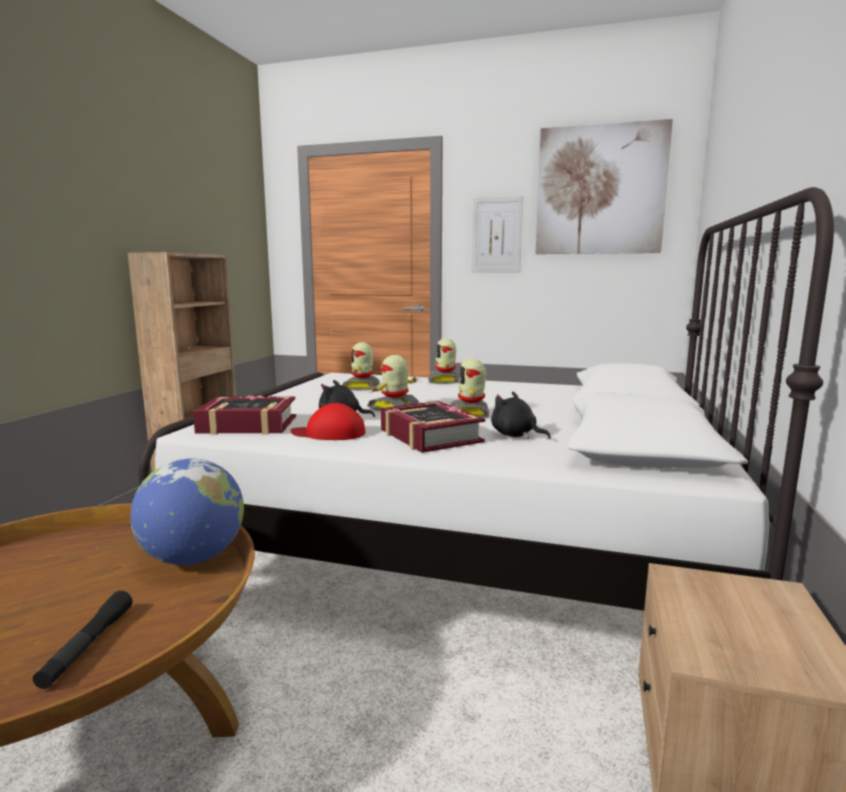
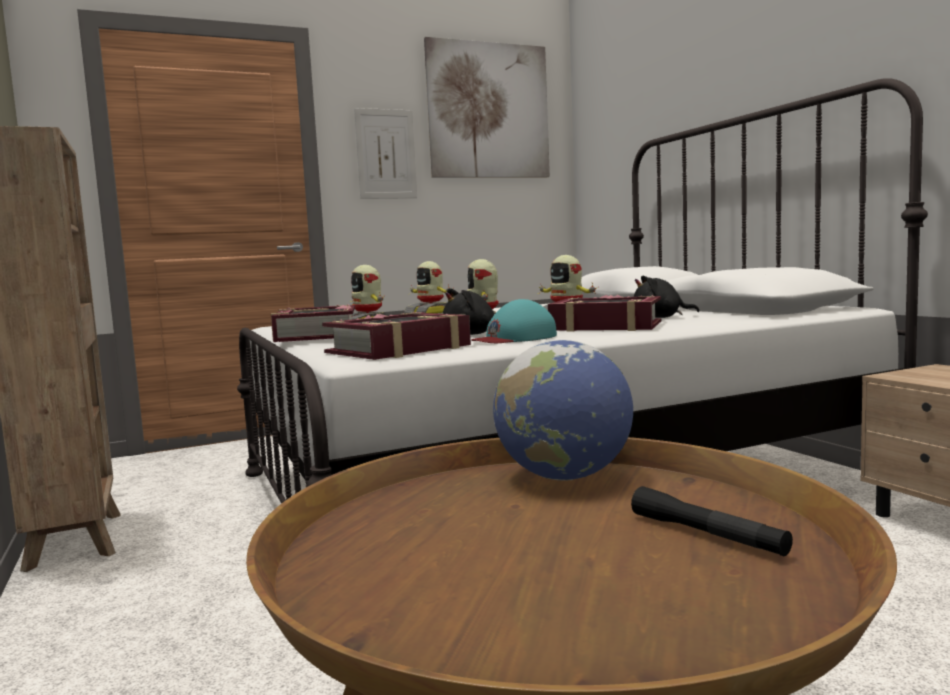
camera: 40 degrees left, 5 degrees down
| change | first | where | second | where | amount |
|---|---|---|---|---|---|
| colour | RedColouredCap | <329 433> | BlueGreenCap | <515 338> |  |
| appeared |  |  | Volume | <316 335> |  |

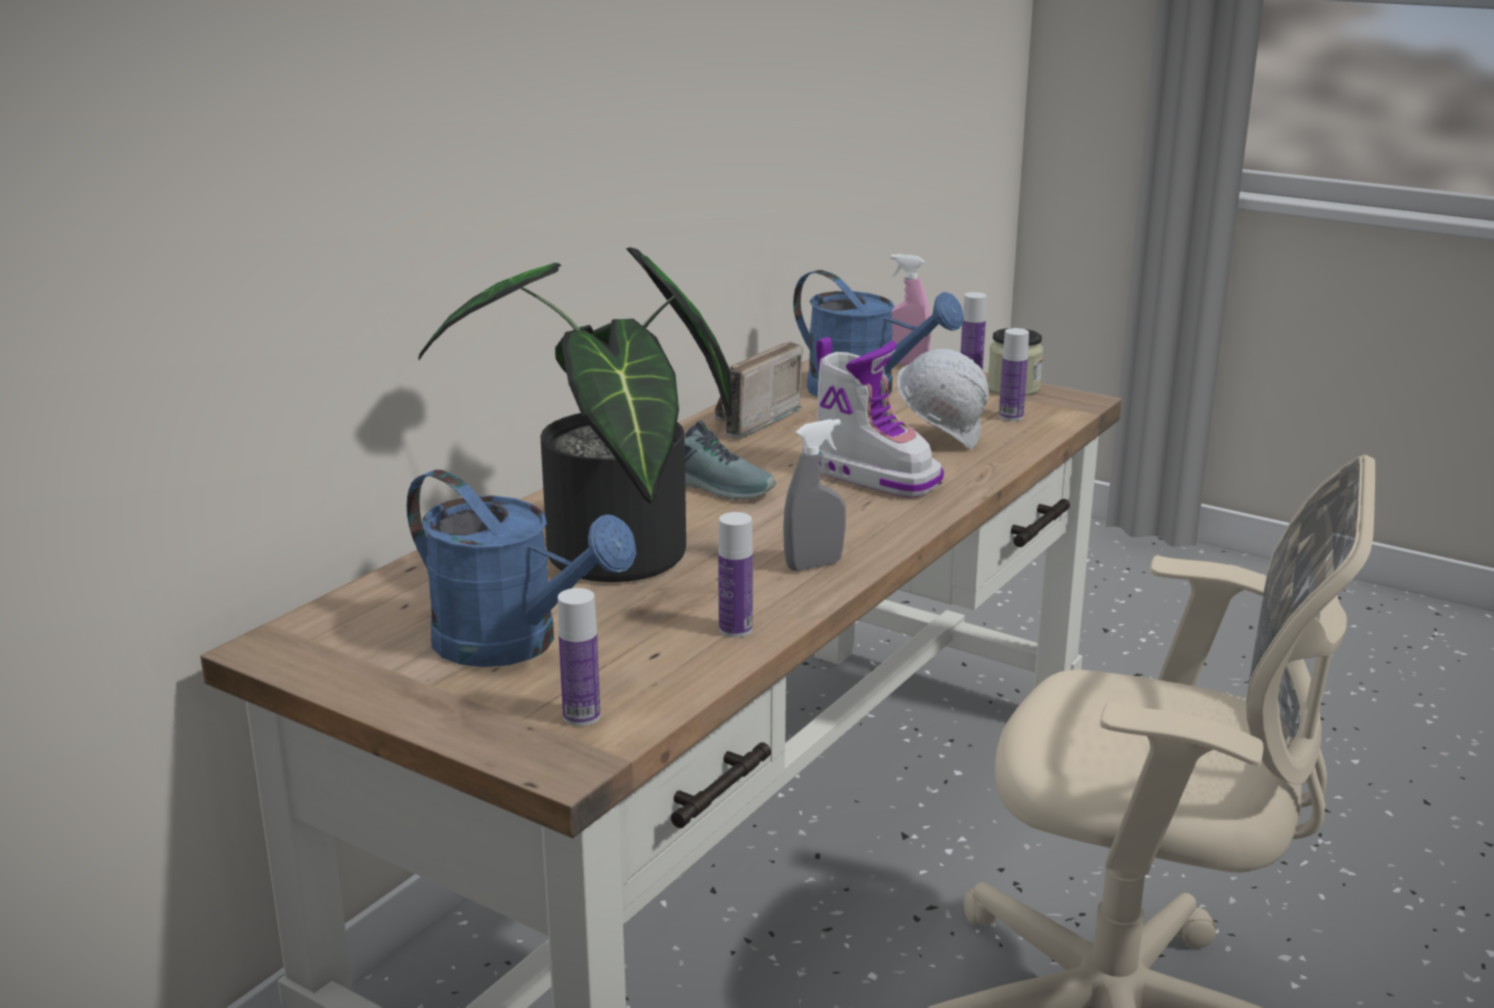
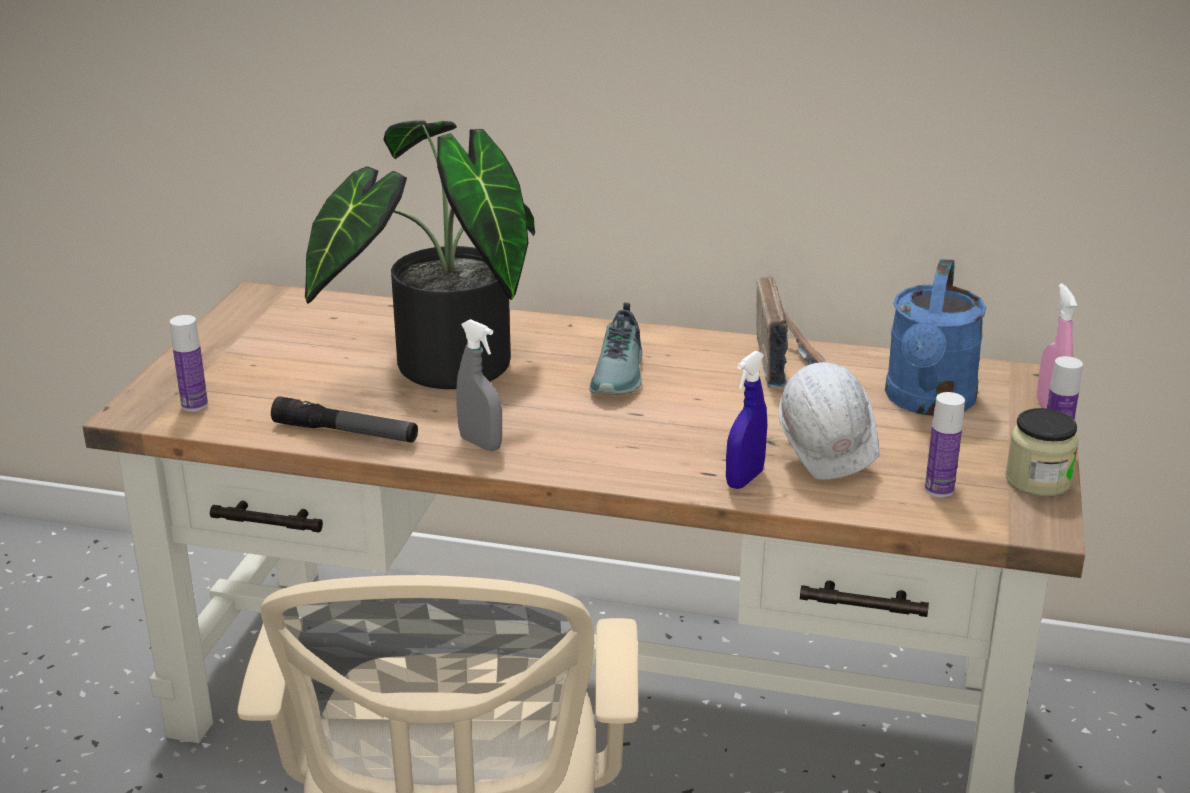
camera: 70 degrees right, 5 degrees up
| change | first | where | second | where | amount |
|---|---|---|---|---|---|
| missing | BluishSprinklingCan | <513 644> |  |  |  |
| spun | Radio | <748 422> |  | <786 362> | 75 degrees clockwise |
| exchanged | DrinkBottle | <735 629> | Torch | <345 432> |  |
| missing | HighTopBoot | <871 474> |  |  |  |
| appeared |  |  | BluishSprayBottle | <744 479> |  |

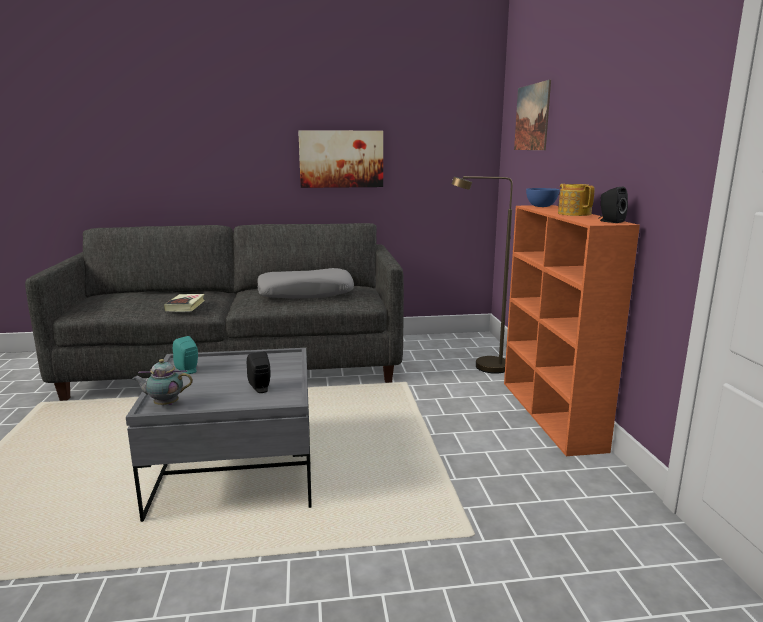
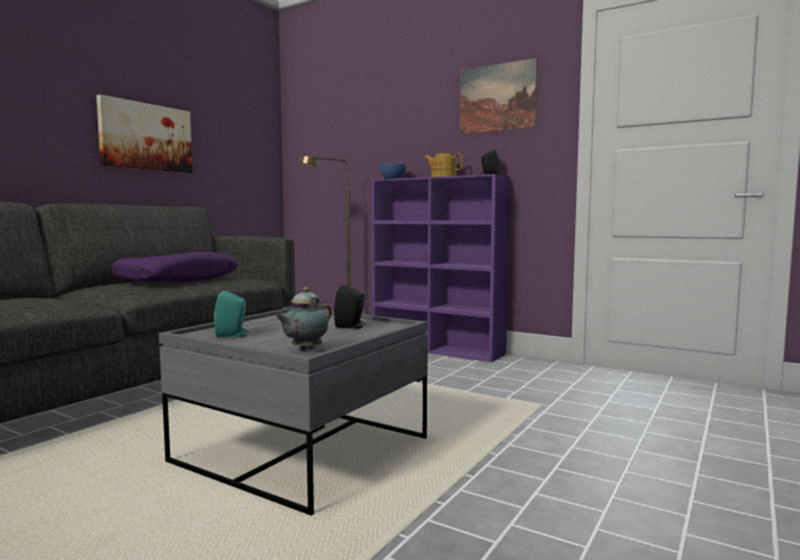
camera: 50 degrees left, 10 degrees down
| change | first | where | second | where | amount |
|---|---|---|---|---|---|
| missing | Volume | <185 306> |  |  |  |
| colour | GreyishThrowPillow | <306 293> | PurplishThrowPillow | <178 280> |  |
| colour | OrangeBookcase | <551 414> | PurplishBookcase | <438 349> |  |
| relocated | WallPicture | <532 117> |  | <497 97> |  |

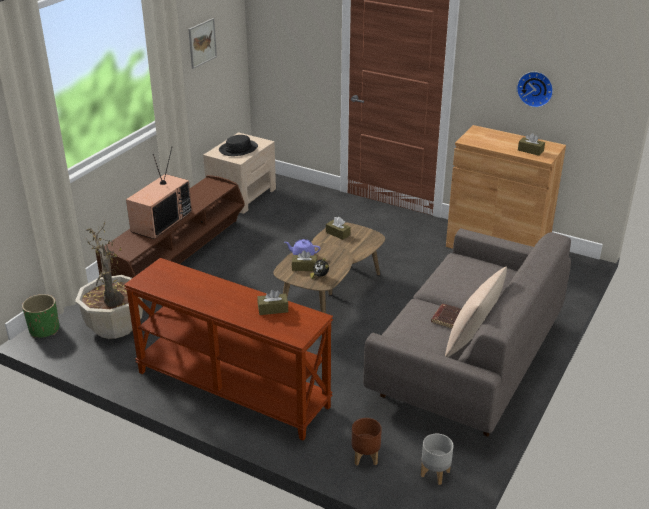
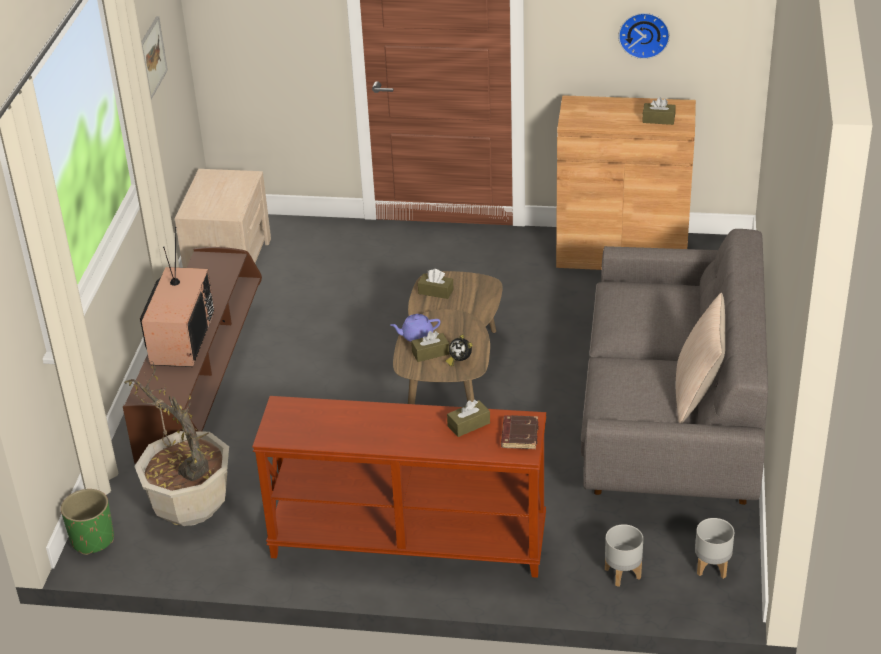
camera: 20 degrees left, 5 degrees up
| change | first | where | second | where | amount |
|---|---|---|---|---|---|
| missing | BlackWearableHat | <238 149> |  |  |  |
| colour | BrownColouredPlanter | <365 456> | GreyishPlanter | <622 573> |  |
| relocated | BrownColouredVolume | <447 318> |  | <519 435> |  |

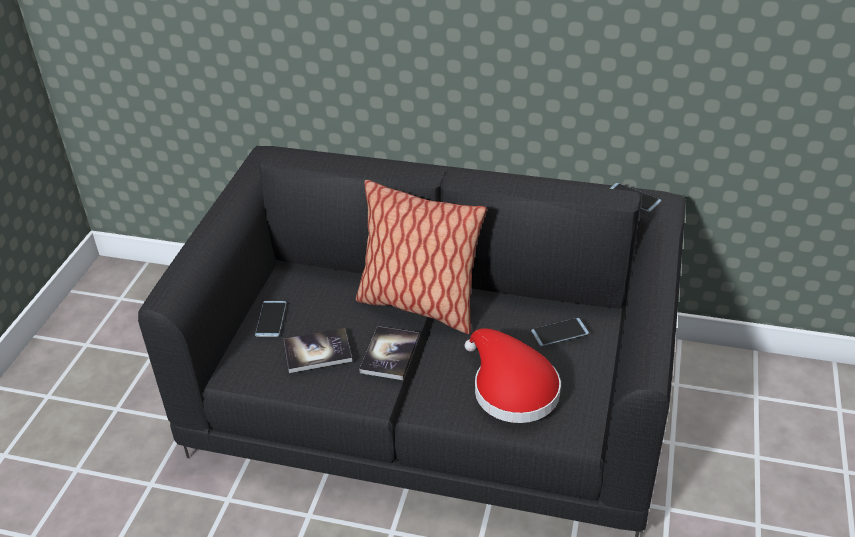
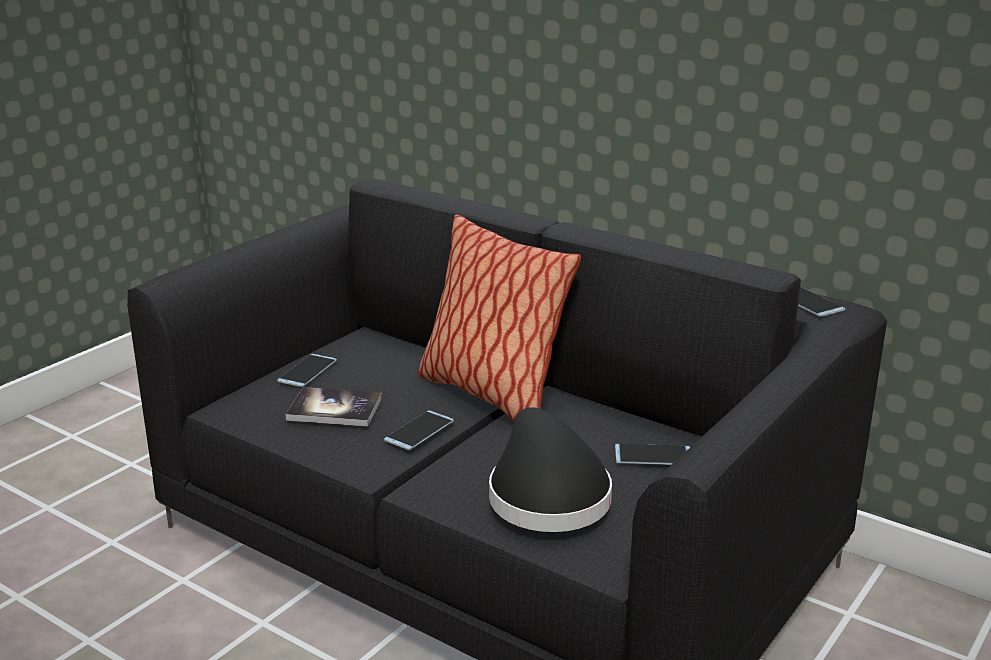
camera: 20 degrees right, 15 degrees down
| change | first | where | second | where | amount |
|---|---|---|---|---|---|
| exchanged | Volume | <390 354> | Handset | <419 431> |  |
| colour | RedColouredWearableHat | <511 388> | BlackWearableHat | <545 495> |  |

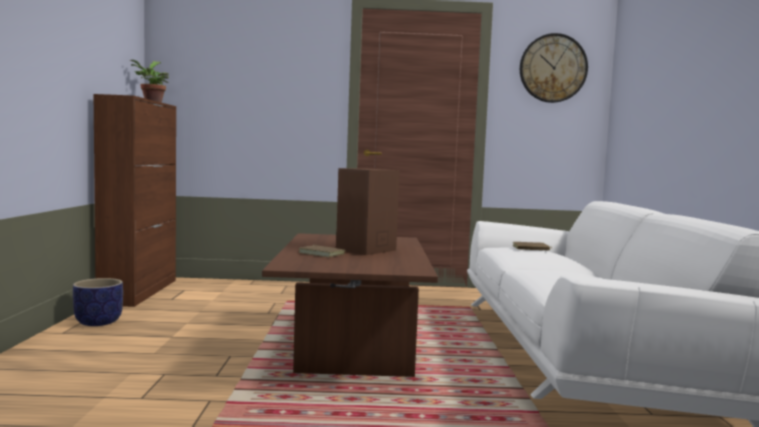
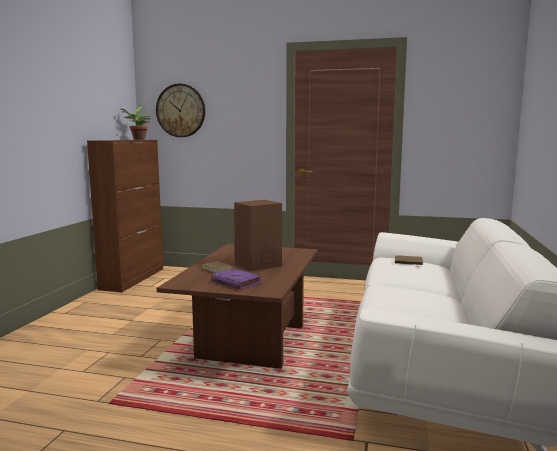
camera: 15 degrees right, 5 degrees up
| change | first | where | second | where | amount |
|---|---|---|---|---|---|
| missing | Planter | <98 322> |  |  |  |
| relocated | ClockOnTheWall | <553 68> |  | <180 110> |  |
| appeared |  |  | PurplishVolume | <237 282> |  |

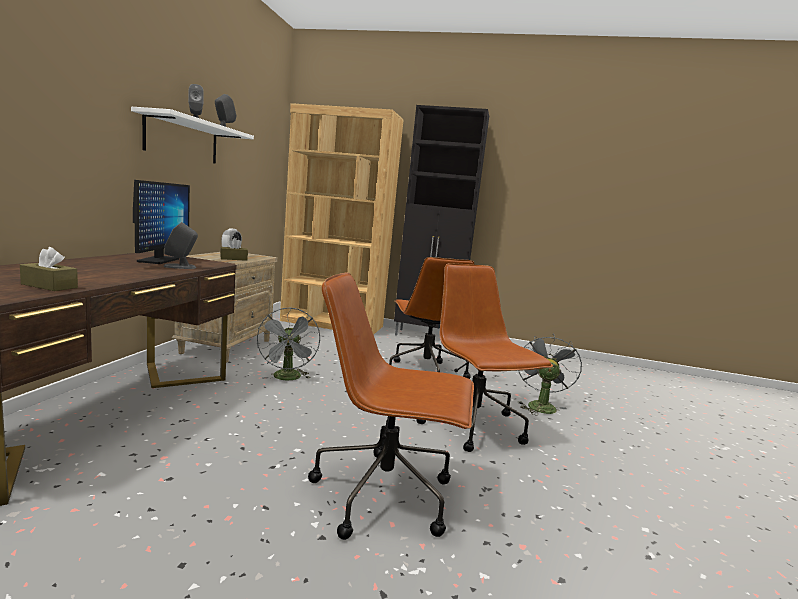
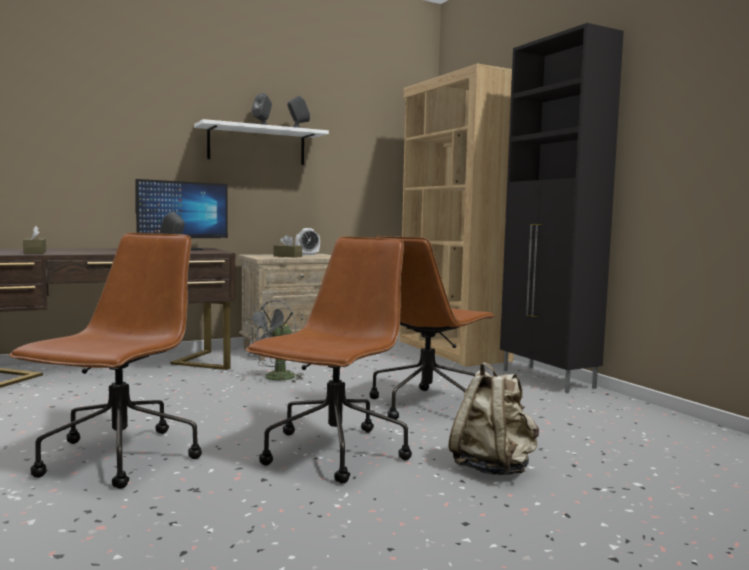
camera: 50 degrees right, 5 degrees down
| change | first | where | second | where | amount |
|---|---|---|---|---|---|
| spun | BrownColouredDeskChair | <386 495> |  | <119 459> | 45 degrees clockwise |
| exchanged | GreyishFan | <540 405> | BeigeColouredBackpack | <493 468> |  |

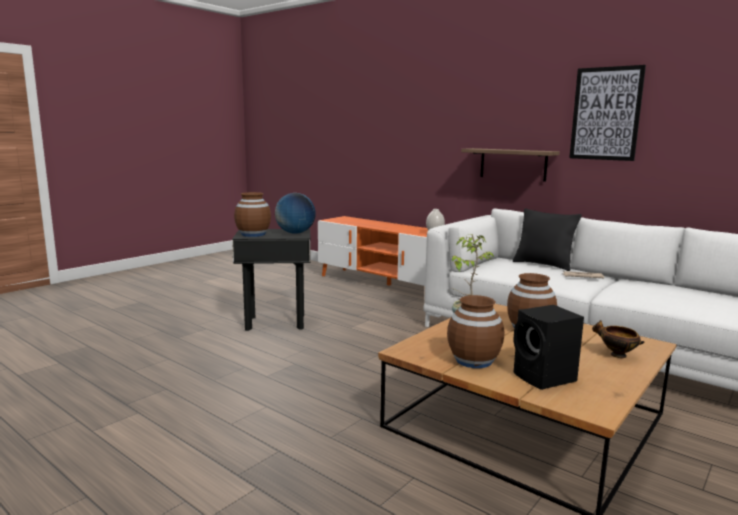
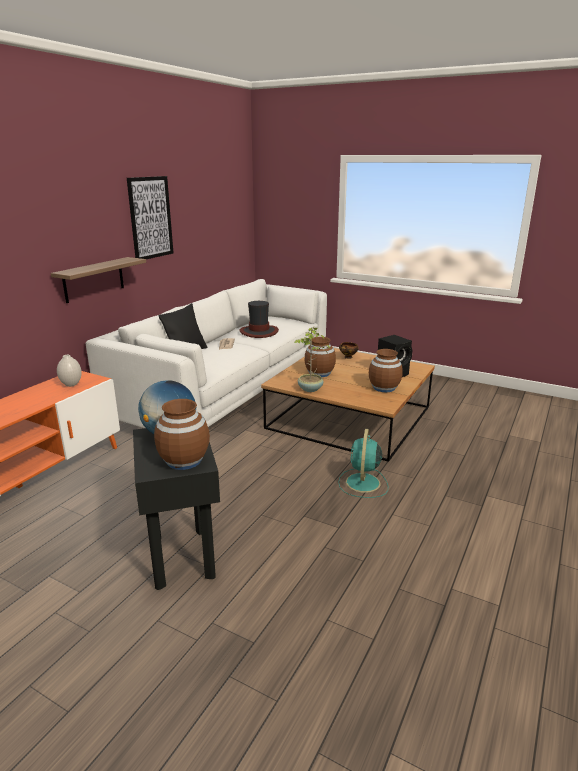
camera: 100 degrees left, 10 degrees up
| change | first | where | second | where | amount |
|---|---|---|---|---|---|
| appeared |  |  | WearableHat | <259 332> |  |
| appeared |  |  | BlueGreenFan | <362 483> |  |

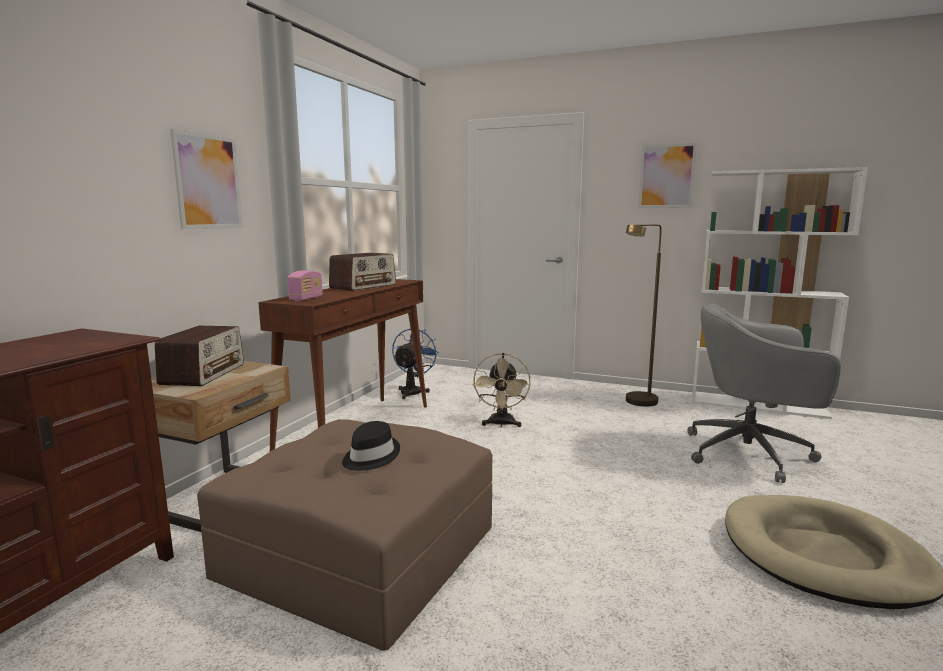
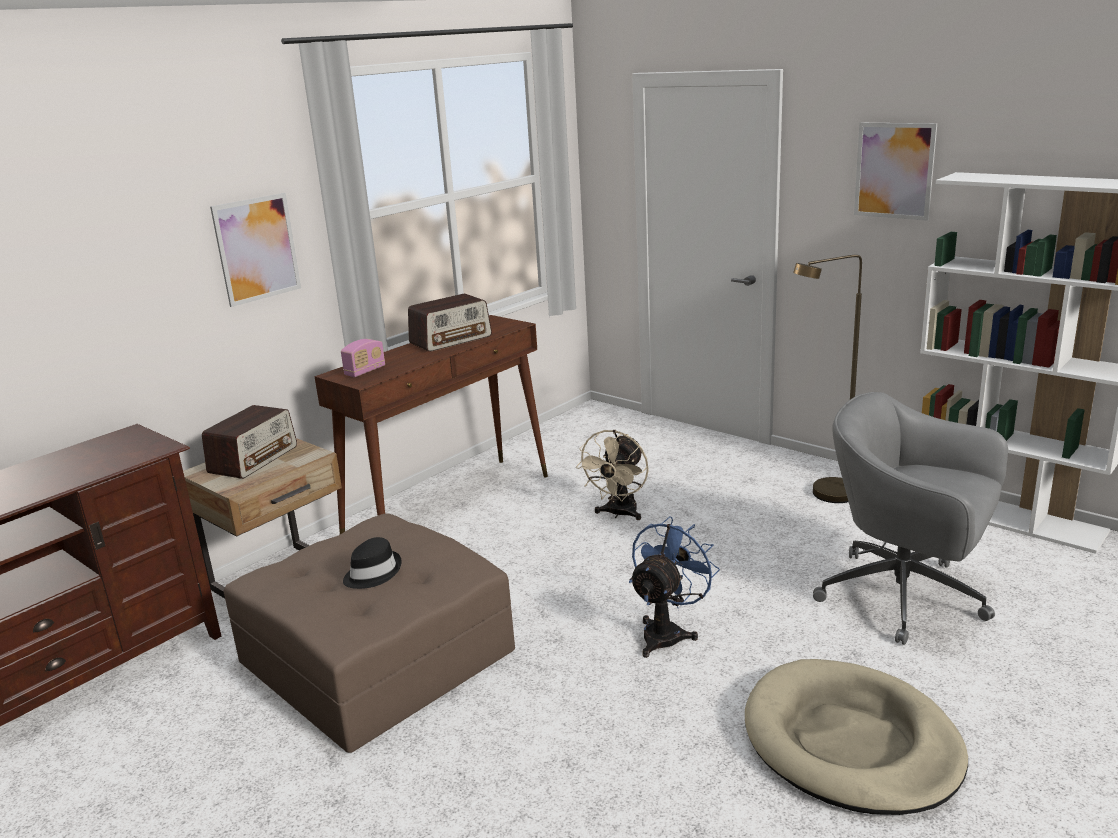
camera: 20 degrees right, 10 degrees up
| change | first | where | second | where | amount |
|---|---|---|---|---|---|
| relocated | BluishFan | <413 391> |  | <667 632> |  |

